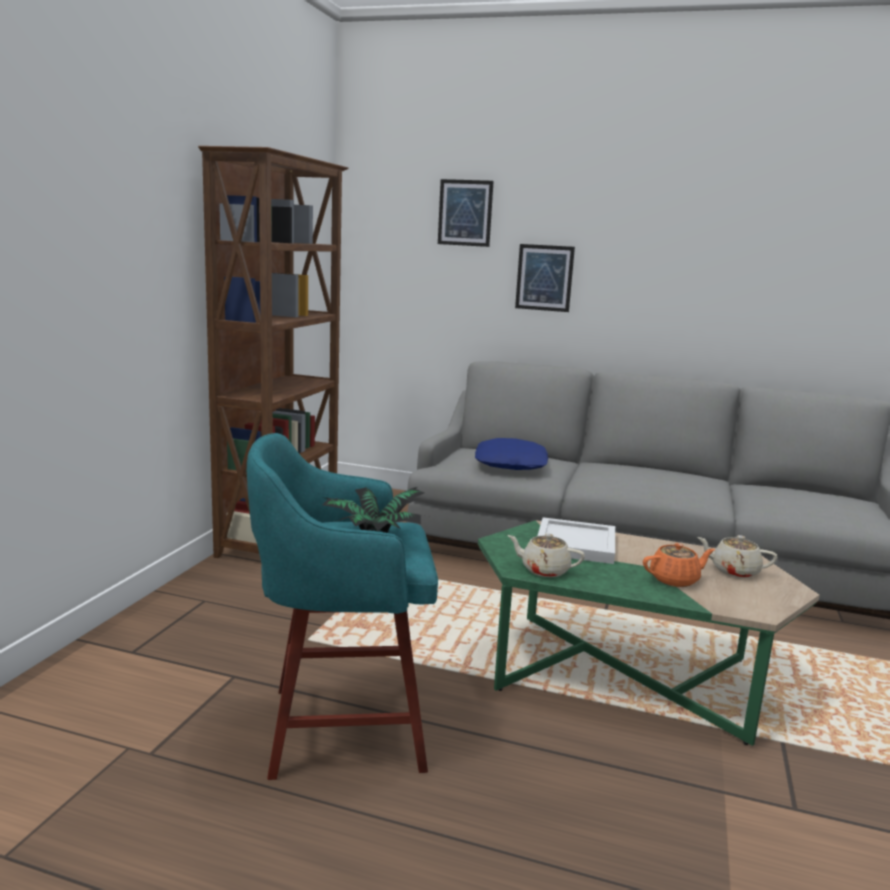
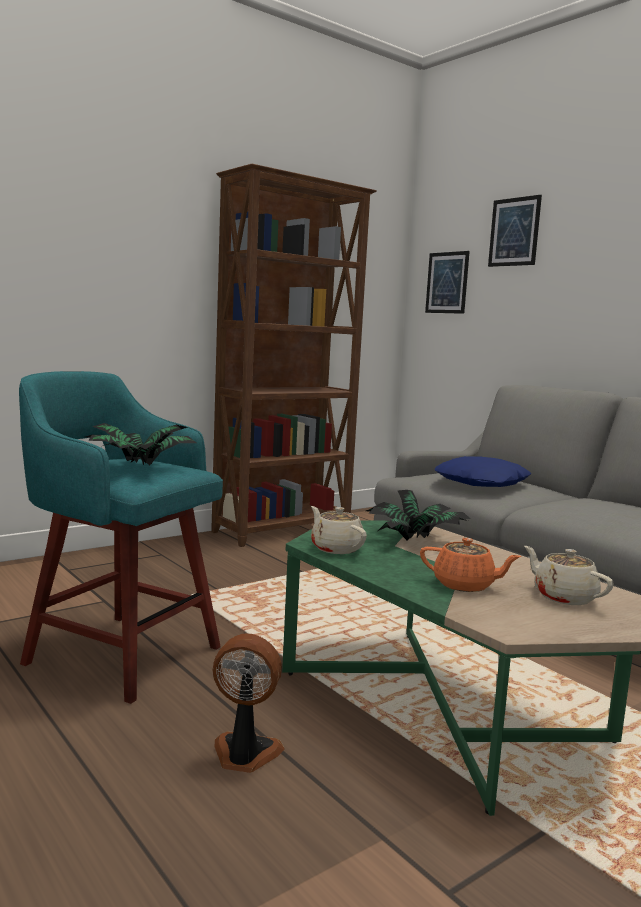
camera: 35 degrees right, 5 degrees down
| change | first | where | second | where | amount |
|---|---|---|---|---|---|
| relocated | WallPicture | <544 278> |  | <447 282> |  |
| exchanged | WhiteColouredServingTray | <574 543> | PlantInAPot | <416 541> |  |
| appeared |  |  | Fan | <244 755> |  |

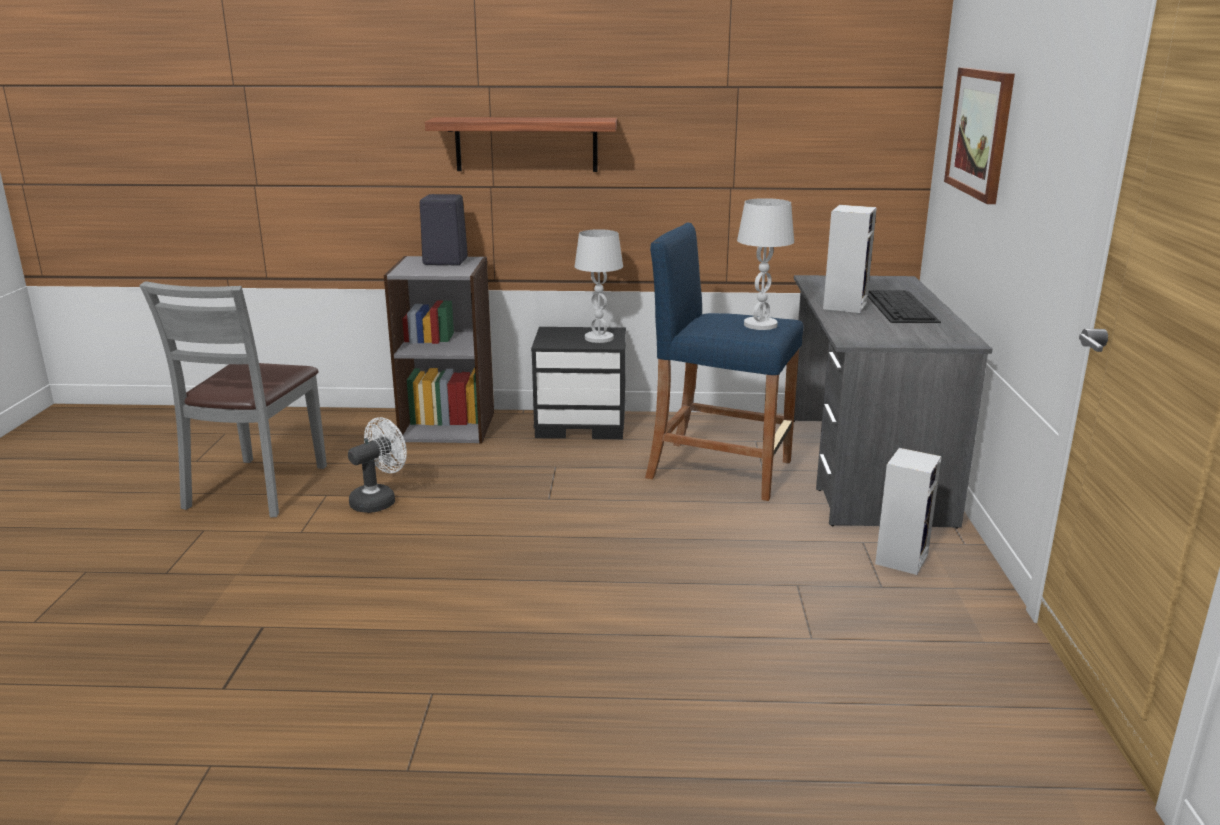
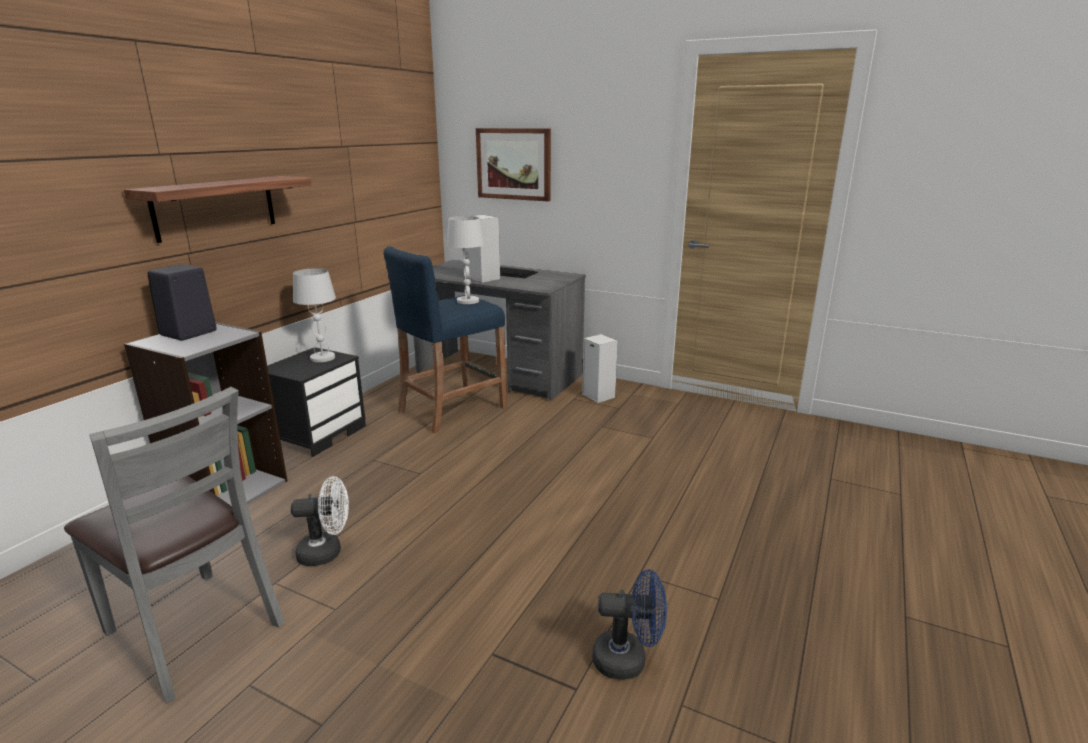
camera: 65 degrees left, 0 degrees up
| change | first | where | second | where | amount |
|---|---|---|---|---|---|
| spun | WhiteColouredFan | <379 500> |  | <327 552> | 105 degrees clockwise |
| appeared |  |  | BluishFan | <628 659> |  |

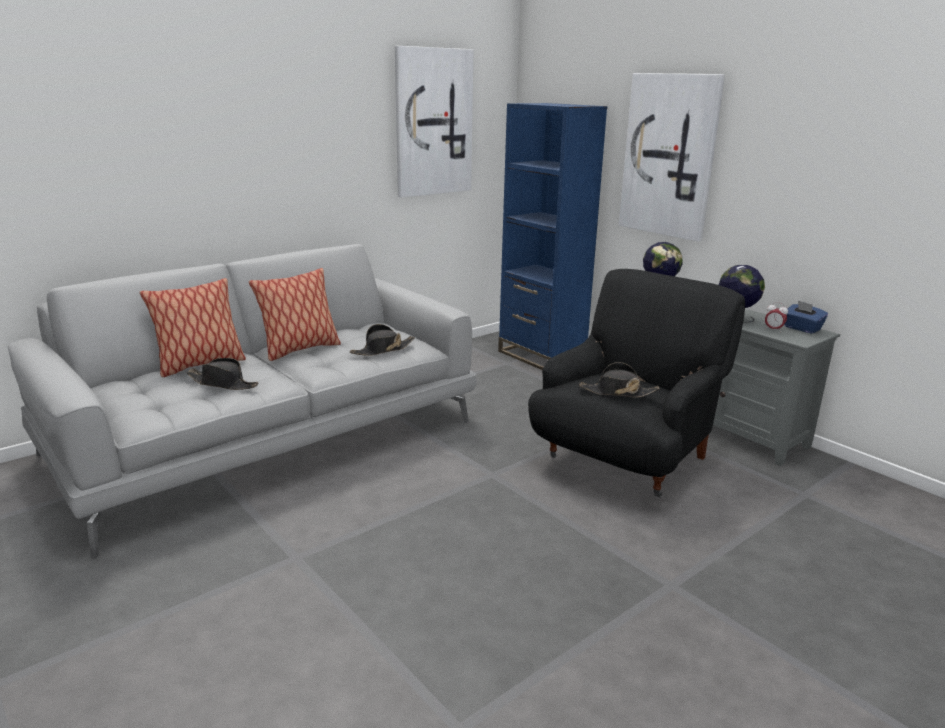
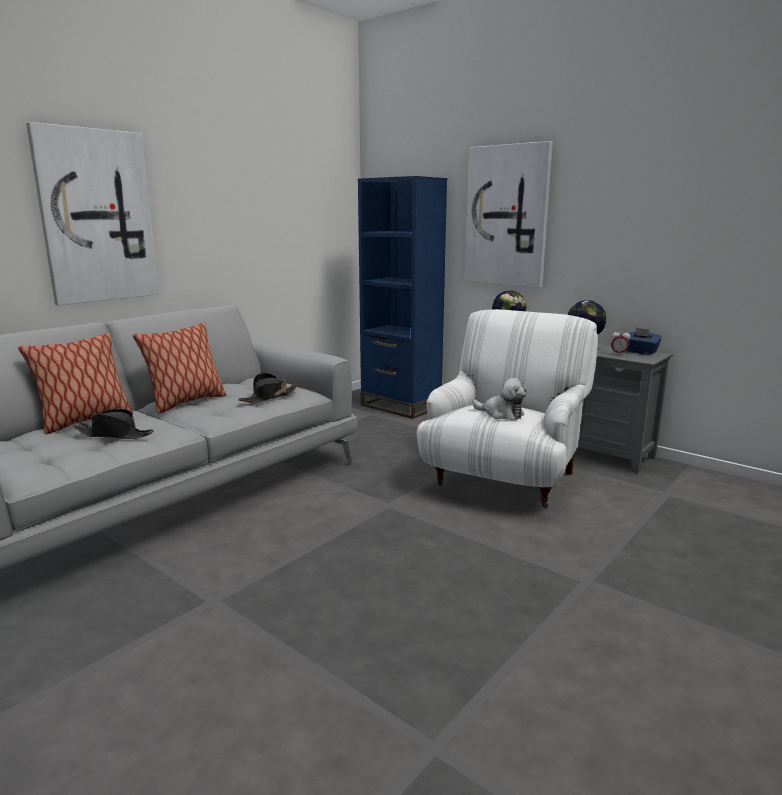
camera: 10 degrees left, 5 degrees down
| change | first | where | second | where | amount |
|---|---|---|---|---|---|
| relocated | WallPicture | <433 122> |  | <97 216> |  |
| colour | BlackLoungeChair | <625 457> | WhiteColouredLoungeChair | <504 479> |  |
| exchanged | BlackWearableHat | <617 392> | SoftToy | <501 414> |  |

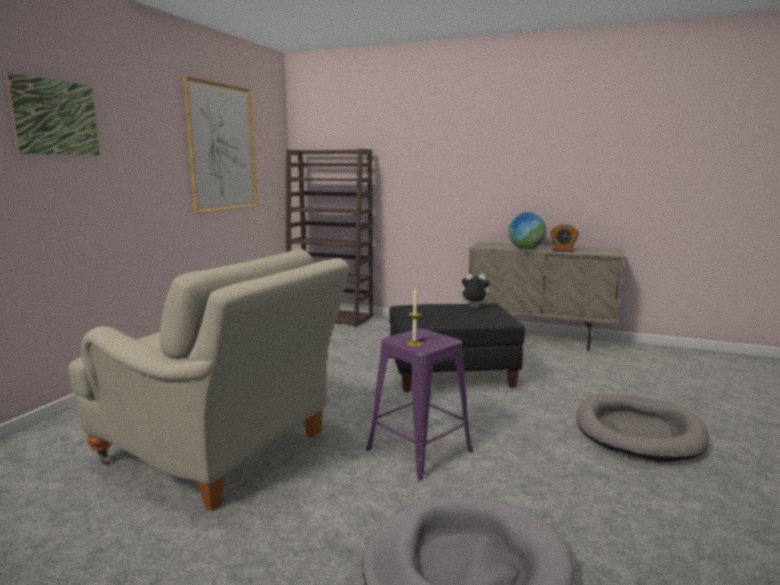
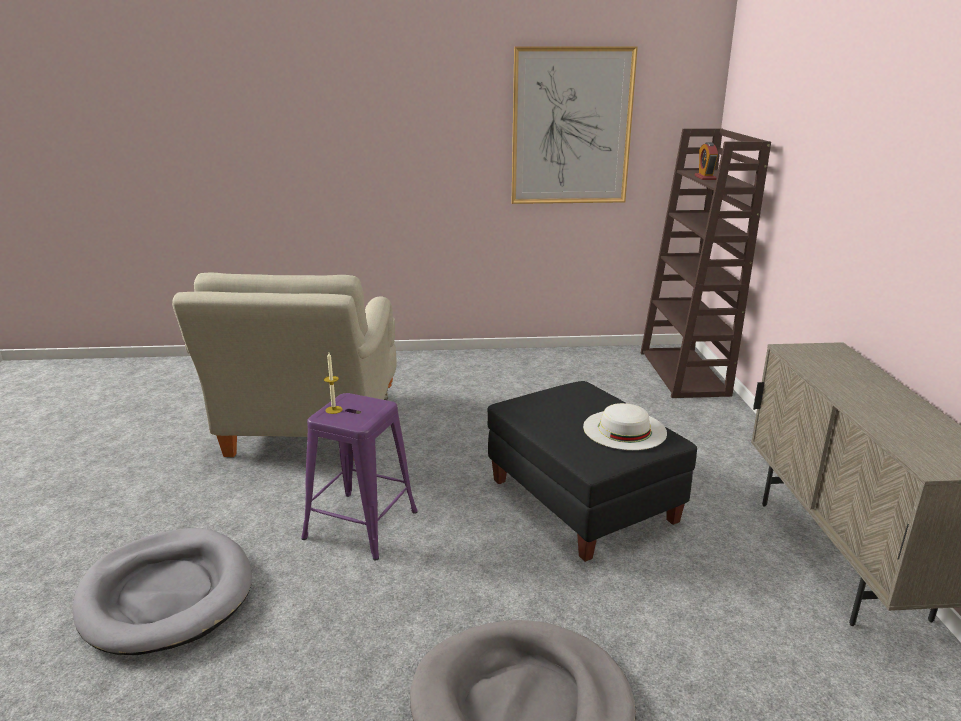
camera: 65 degrees right, 10 degrees up
| change | first | where | second | where | amount |
|---|---|---|---|---|---|
| missing | WallPicture | <56 117> |  |  |  |
| exchanged | SoftToy | <473 308> | WhiteColouredWearableHat | <624 429> |  |
| missing | WorldGlobe | <526 249> |  |  |  |
| relocated | TableClock | <563 251> |  | <705 178> |  |

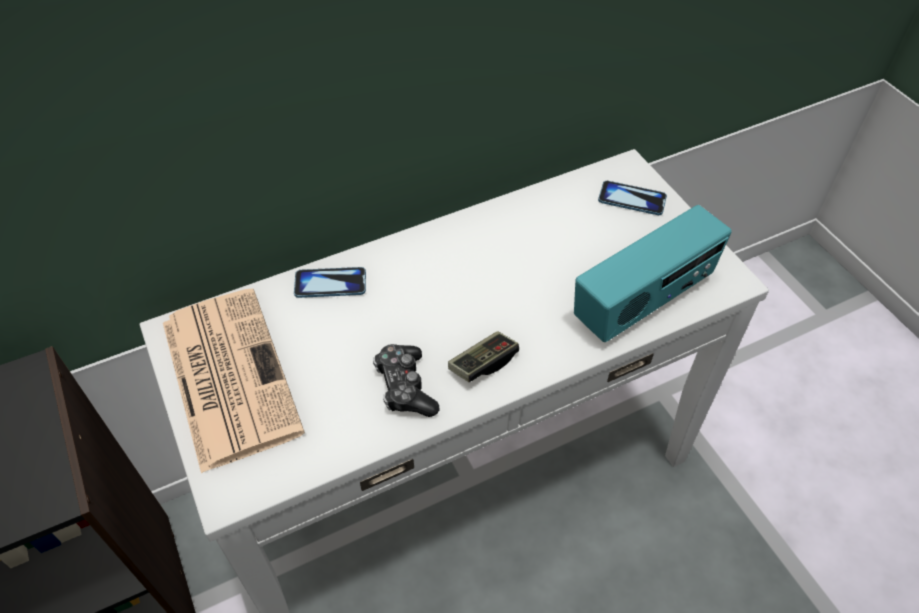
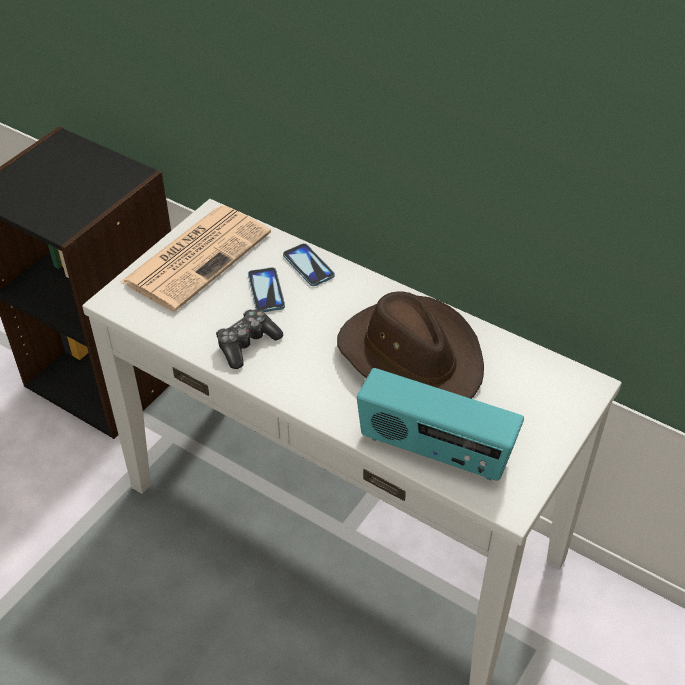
camera: 60 degrees right, 5 degrees down
| change | first | where | second | where | amount |
|---|---|---|---|---|---|
| missing | Gamepad | <483 363> |  |  |  |
| relocated | Handset | <632 199> |  | <266 291> |  |
| appeared |  |  | BrownColouredWearableHat | <411 356> |  |

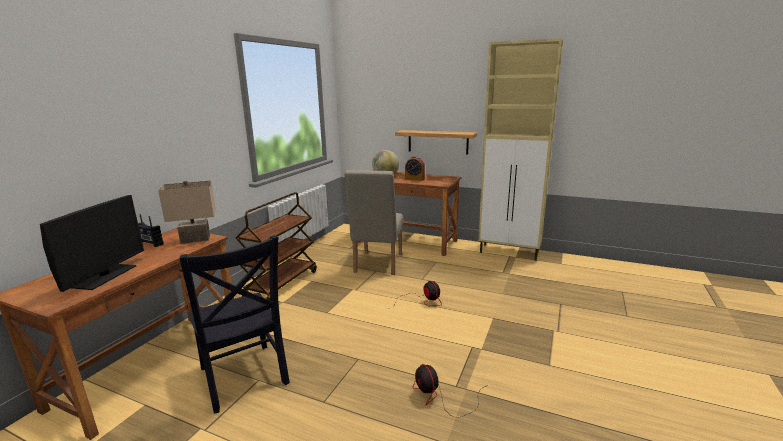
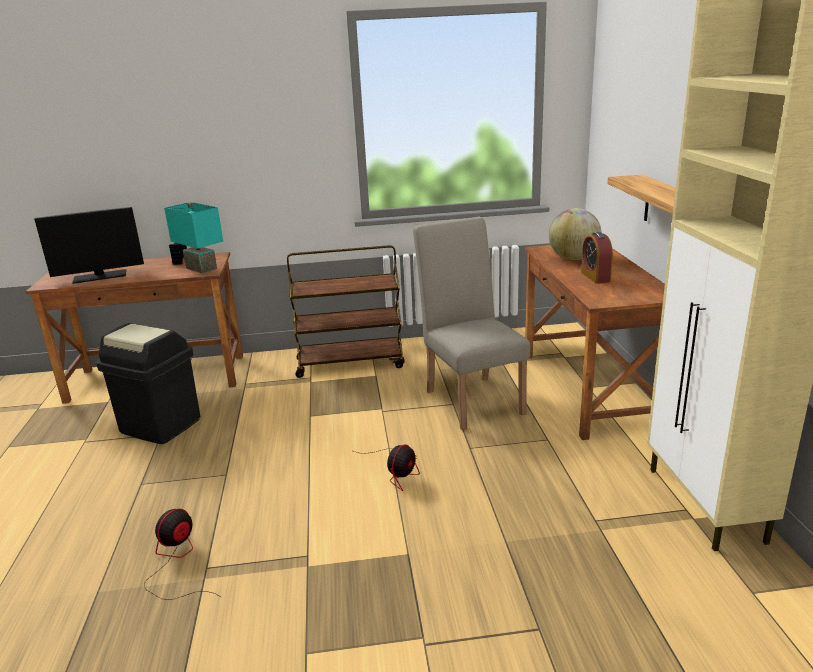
camera: 60 degrees right, 5 degrees up
| change | first | where | second | where | amount |
|---|---|---|---|---|---|
| colour | BeigeColouredLampForATable | <196 239> | BlueGreenLampForATable | <203 268> |  |
| exchanged | BlackPlainChair | <244 378> | BlackWasteBin | <160 426> |  |
| spun | BeigeColouredPlainChair | <377 265> |  | <471 398> | 90 degrees clockwise |

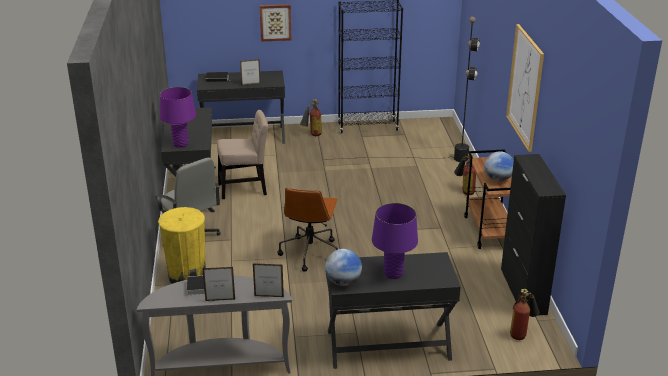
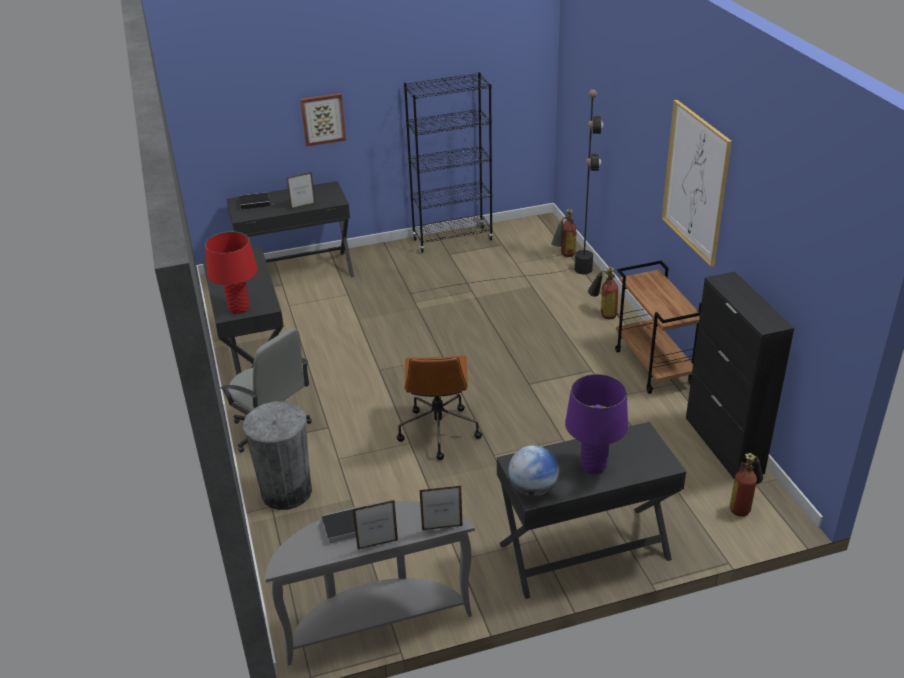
camera: 10 degrees left, 5 degrees up
| change | first | where | second | where | amount |
|---|---|---|---|---|---|
| colour | YellowishWasteBin | <187 276> | GreyishWasteBin | <286 491> |  |
| colour | PurplishLampForATable | <181 144> | RedColouredLampForATable | <239 308> |  |
| missing | BeigeColouredPlainChair | <245 188> |  |  |  |
| relocated | FireExtinguisher | <312 135> |  | <564 256> |  |
| missing | WorldGlobe | <498 179> |  |  |  |

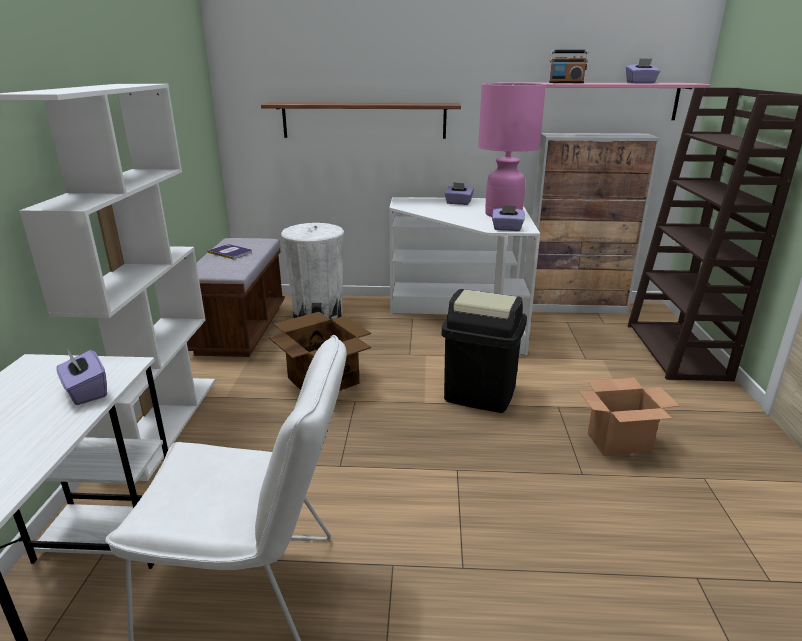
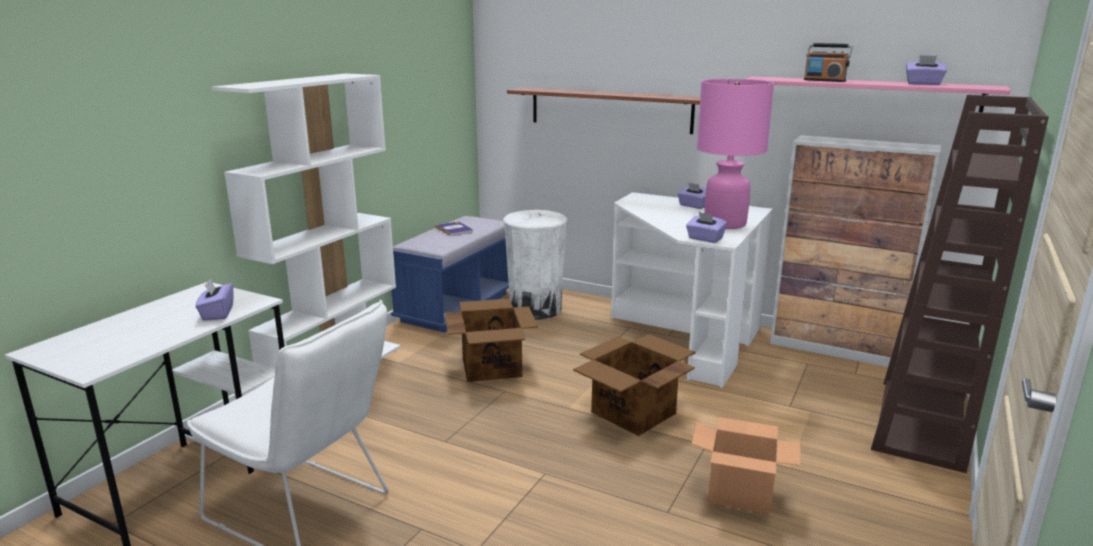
camera: 25 degrees right, 5 degrees down
| change | first | where | second | where | amount |
|---|---|---|---|---|---|
| colour | BrownColouredLongSeat | <240 330> | BluishLongSeat | <456 307> |  |
| exchanged | BlackWasteBin | <479 394> | PackingBox | <632 413> |  |

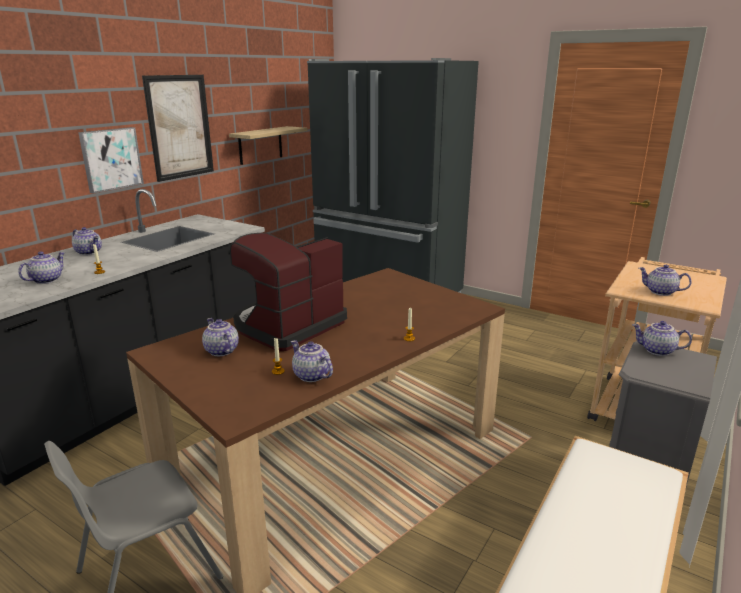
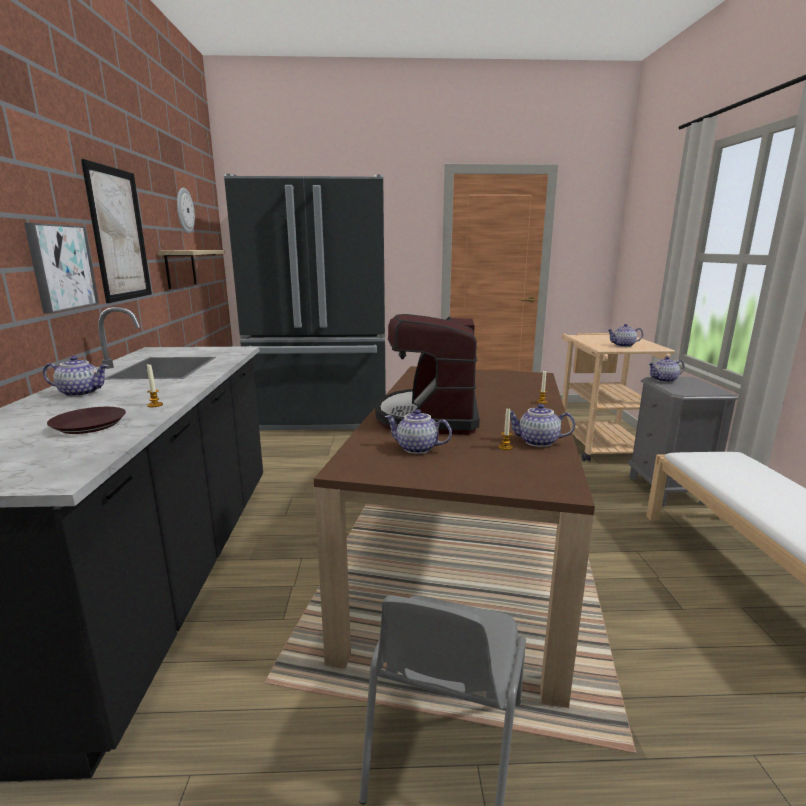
camera: 35 degrees left, 5 degrees down
| change | first | where | second | where | amount |
|---|---|---|---|---|---|
| exchanged | Teapot | <46 280> | BrownColouredFlatDish | <88 425> |  |
| appeared |  |  | ClockOnTheWall | <184 210> |  |

